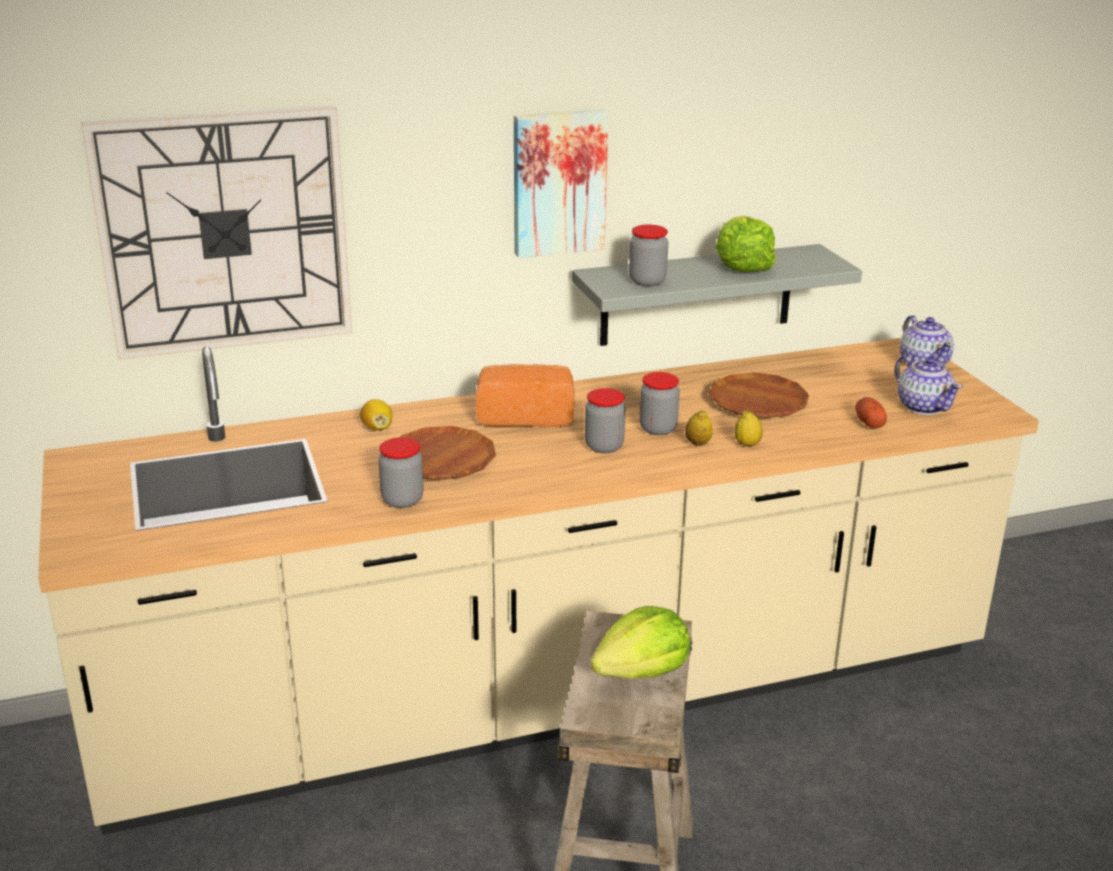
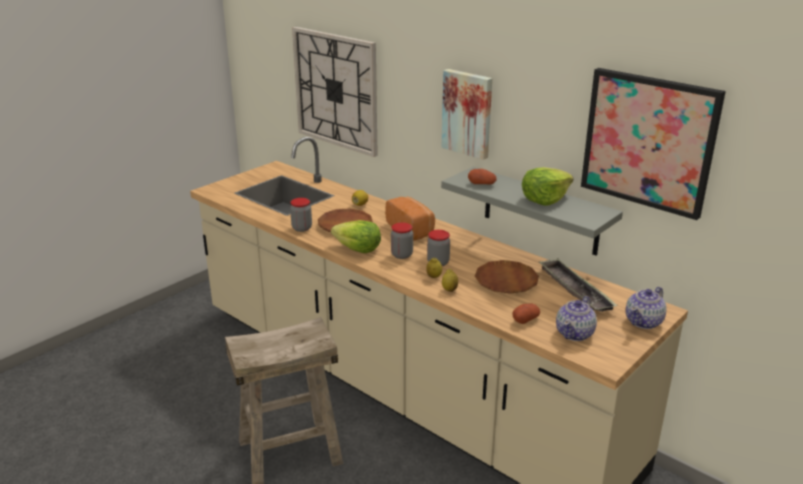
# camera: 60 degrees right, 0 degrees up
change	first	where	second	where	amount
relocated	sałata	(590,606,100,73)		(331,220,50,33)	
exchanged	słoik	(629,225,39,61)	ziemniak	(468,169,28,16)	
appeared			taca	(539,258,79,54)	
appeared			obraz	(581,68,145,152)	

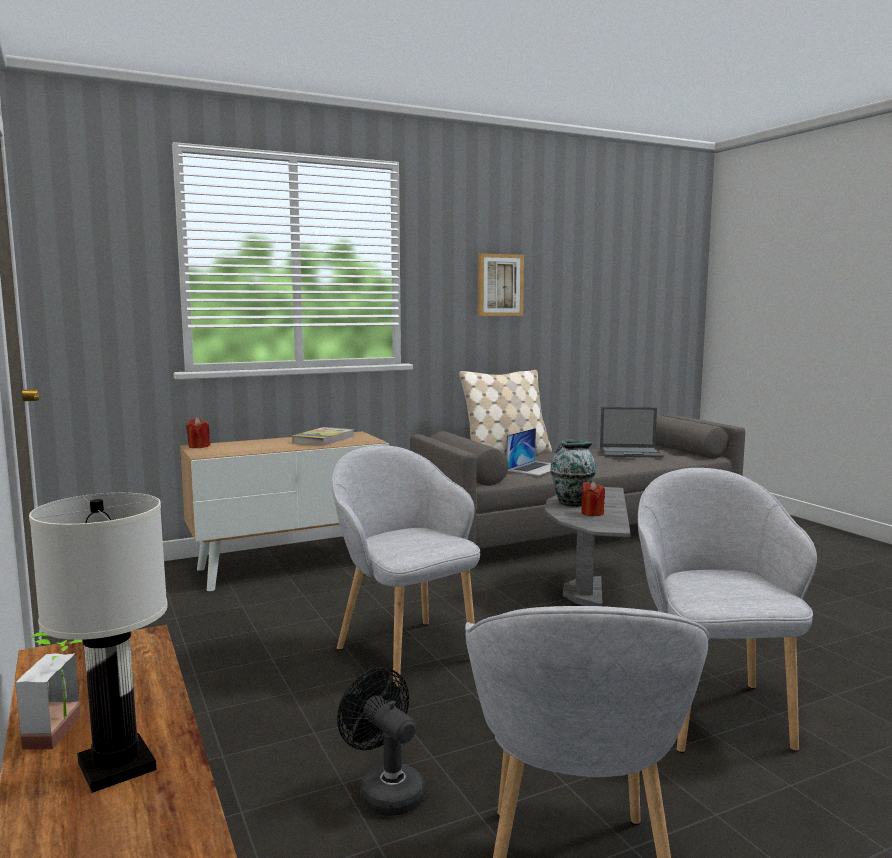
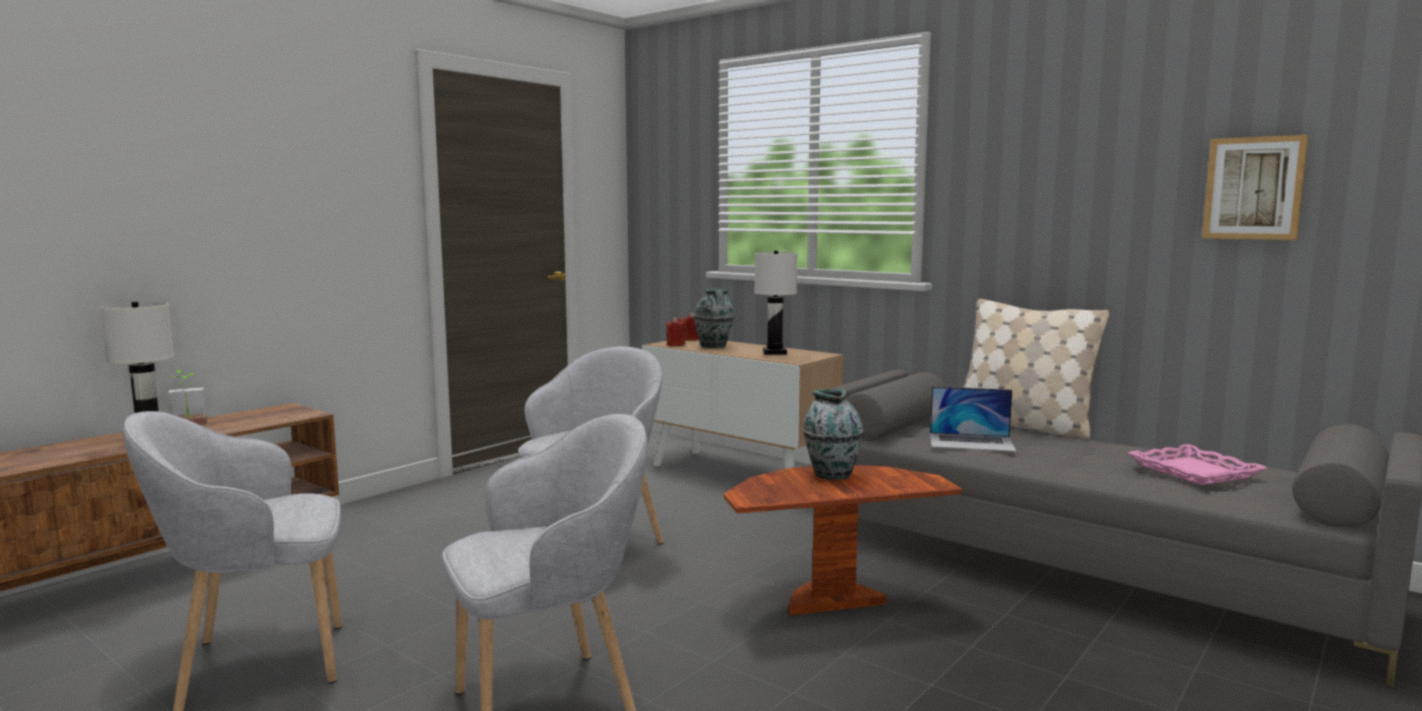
# camera: 65 degrees right, 0 degrees up
change	first	where	second	where	amount
exchanged	książka	(292,427,62,19)	lampa stołowa [biały]	(754,251,43,104)	
missing	wentylator [czarny]	(337,667,88,149)			
relocated	obraz	(478,253,46,63)		(1202,135,107,105)	
colour	stolik [szary]	(544,487,87,119)	stolik [brązowy]	(724,465,238,151)	
relocated	świeca [czerwony]	(581,481,24,35)		(666,317,20,29)	
exchanged	laptop	(600,407,64,51)	taca [różowy]	(1128,444,139,41)	
appeared			wazon	(694,288,41,60)	

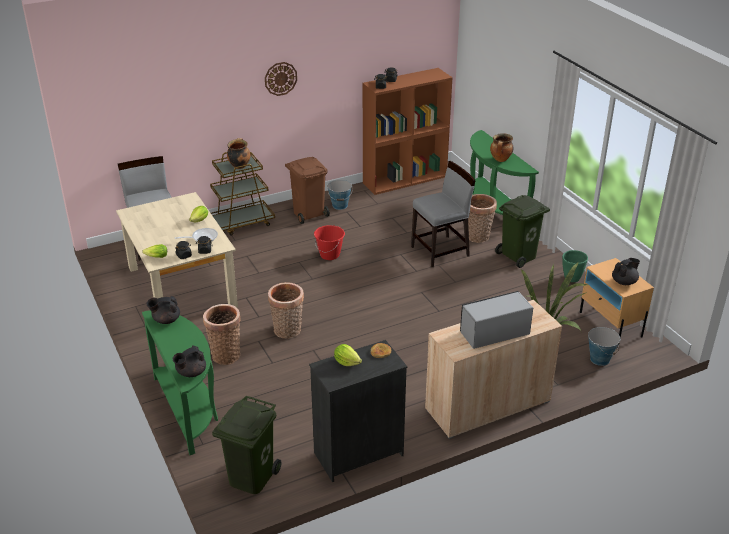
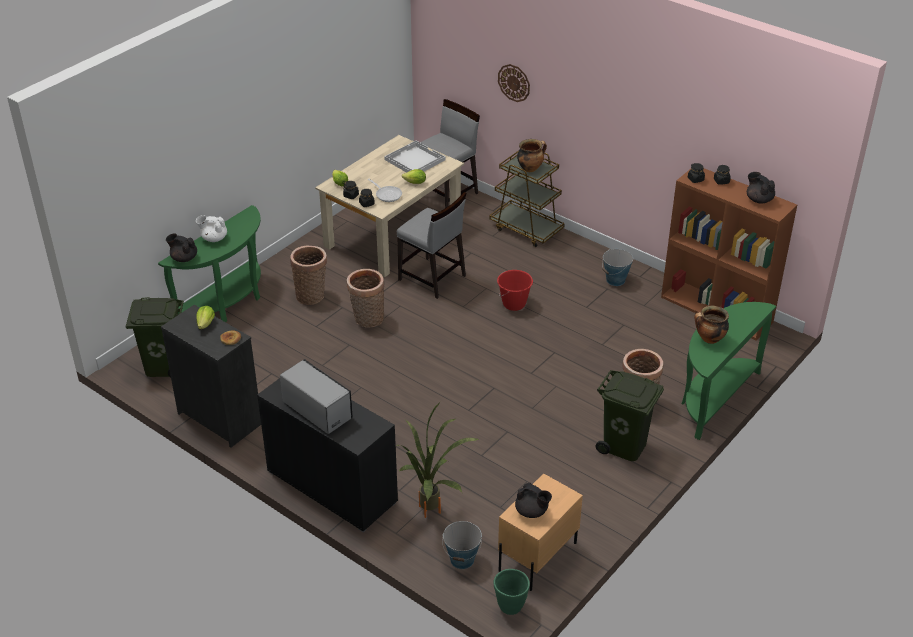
# camera: 65 degrees right, 5 degrees up
change	first	where	second	where	amount
relocated	imbryk [czarny]	(147,296,33,28)		(747,172,28,31)	
relocated	zegar ścienny	(265,62,32,34)		(498,64,32,38)	
missing	kosz na śmieci [brązowy]	(285,157,45,67)			
relocated	krzesło [szary]	(411,161,65,106)		(397,192,69,107)	
colour	szafka [beżowy]	(425,300,137,139)	szafka [czarny]	(257,378,141,154)	
relocated	donica [zielony]	(562,250,26,32)		(493,569,37,46)	
appeared			imbryk [biały]	(196,215,31,27)	
appeared			taca [biały]	(384,141,61,32)	

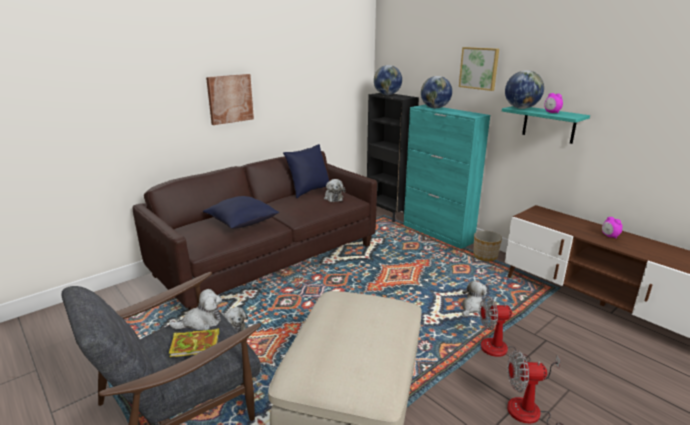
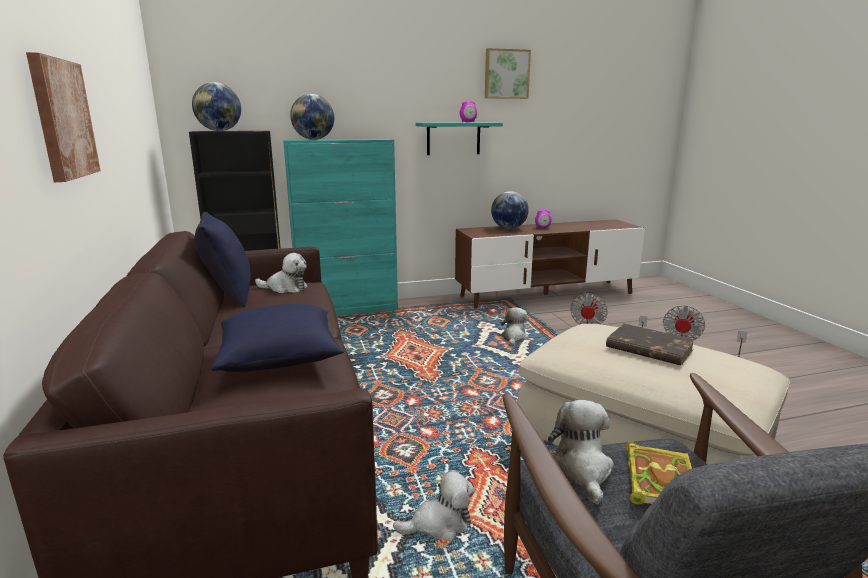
# camera: 65 degrees left, 5 degrees down
change	first	where	second	where	amount
relocated	obraz	(459,47,40,44)		(485,48,46,51)	
spun	pluszak	(462,281,25,36)		(501,307,28,39)	45 degrees clockwise
missing	donica	(473,231,29,30)			
relocated	globus	(505,70,39,39)		(491,191,38,38)	
appeared			książka [brązowy]	(606,323,89,43)	

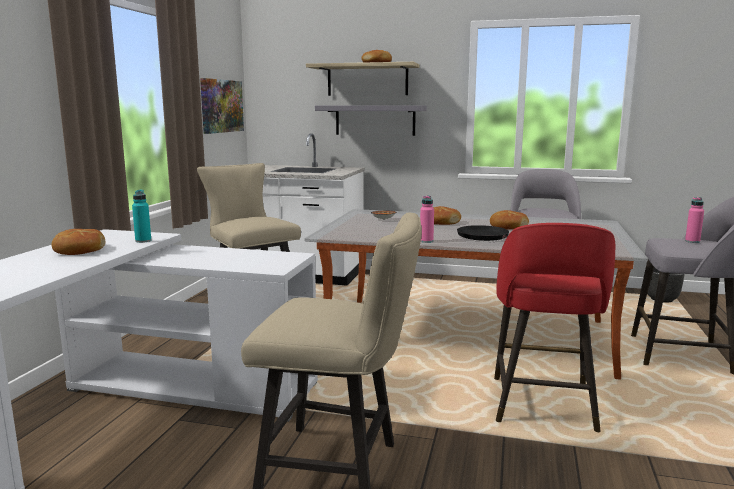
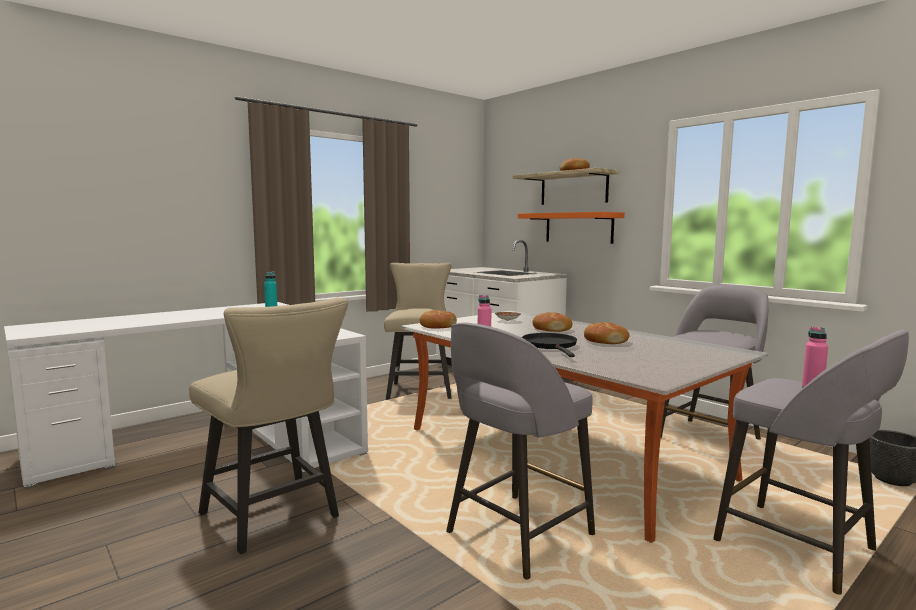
# camera: 35 degrees right, 5 degrees down
change	first	where	second	where	amount
relocated	chleb	(52,229,53,26)		(420,310,37,19)	
missing	obraz	(200,78,44,56)			
colour	półka [szary]	(315,105,112,31)	półka [pomarańczowy]	(518,212,107,32)	
colour	stołek [czerwony]	(494,223,121,209)	stołek [szary]	(446,322,149,258)	

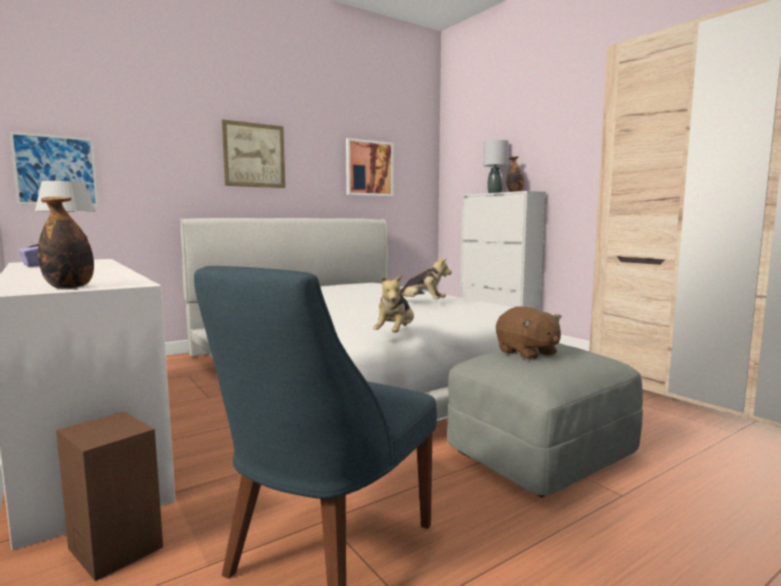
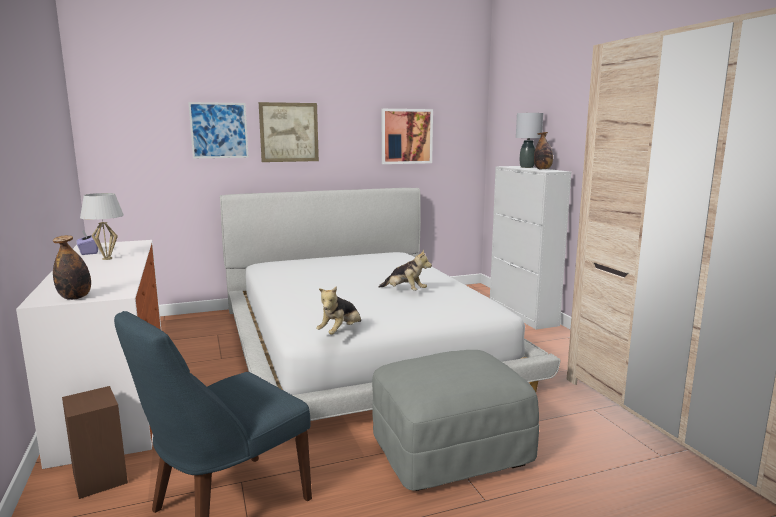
# camera: 15 degrees right, 5 degrees up
change	first	where	second	where	amount
relocated	obraz	(10,132,88,74)		(188,102,61,56)	
missing	pluszak [brązowy]	(496,306,66,54)			

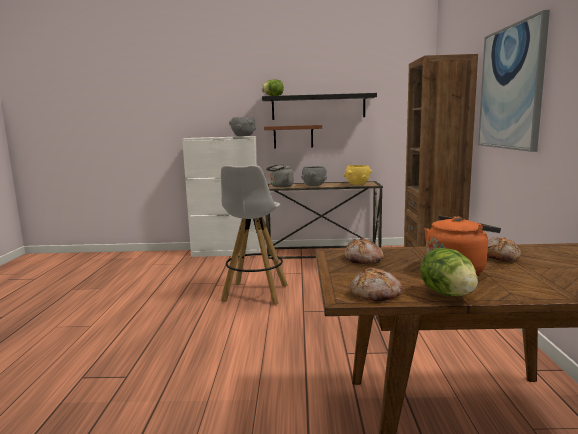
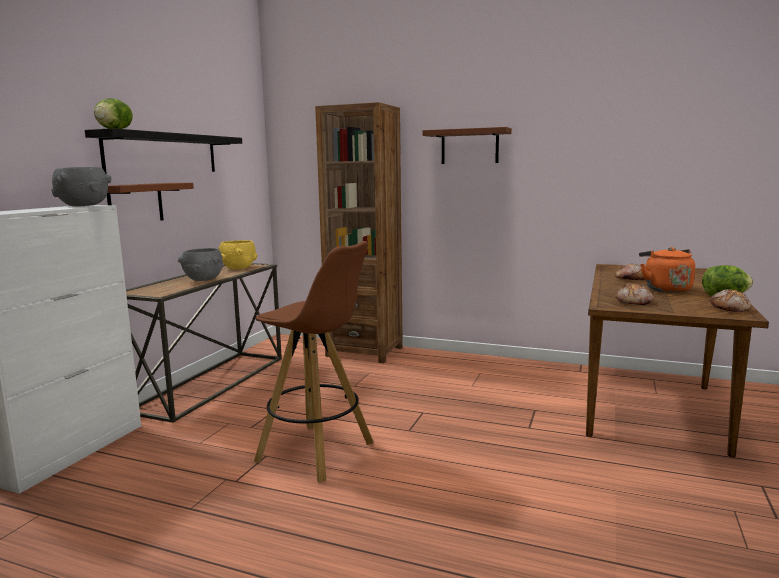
# camera: 70 degrees left, 0 degrees up
change	first	where	second	where	amount
colour	stołek [biały]	(221,165,67,139)	stołek [brązowy]	(254,241,119,242)	
missing	czajnik [szary]	(266,164,28,23)			
exchanged	obraz	(478,10,72,142)	półka [brązowy]	(422,127,90,37)	

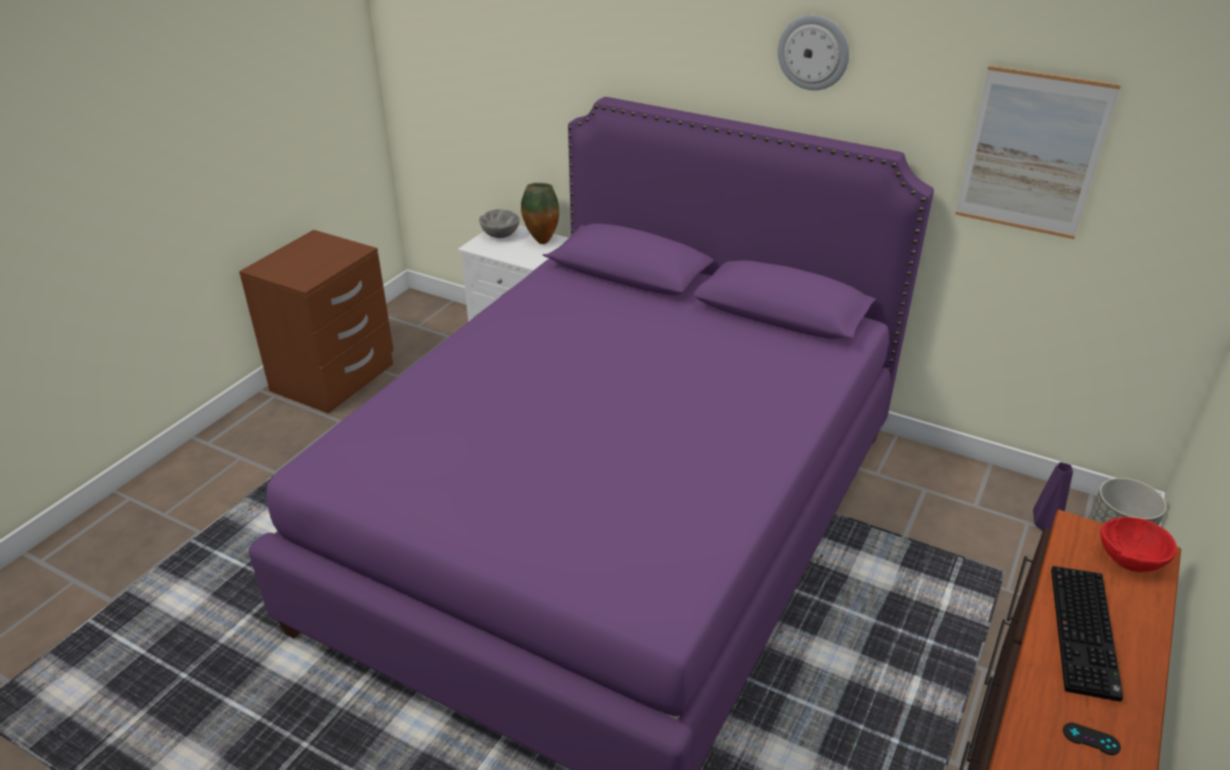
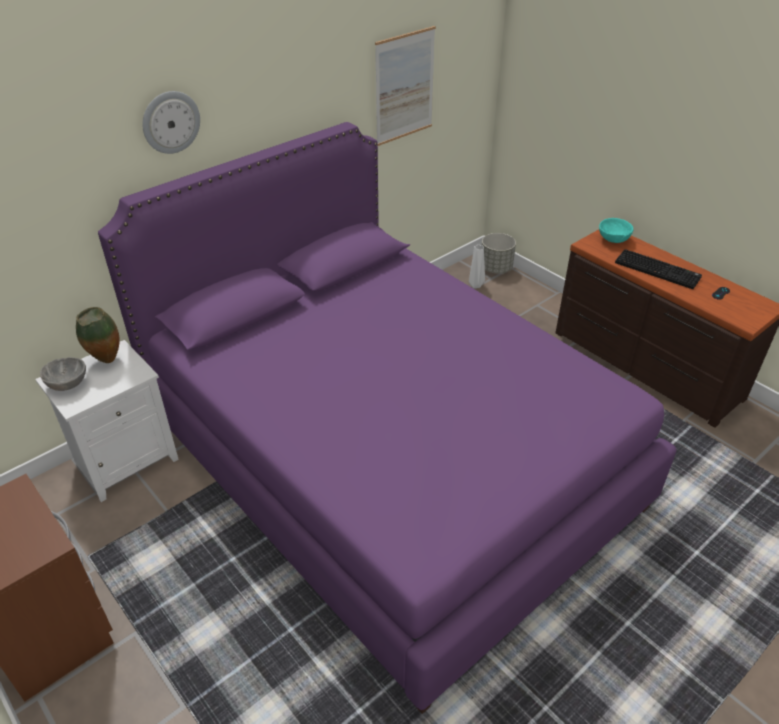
# camera: 70 degrees left, 5 degrees up
change	first	where	second	where	amount
relocated	zegar ścienny	(778,15,71,75)		(142,91,58,63)	
colour	wazon [fioletowy]	(1033,462,40,69)	wazon [biały]	(469,245,16,43)	
colour	miska [czerwony]	(1101,517,76,55)	miska [turkusowy]	(599,218,34,25)	

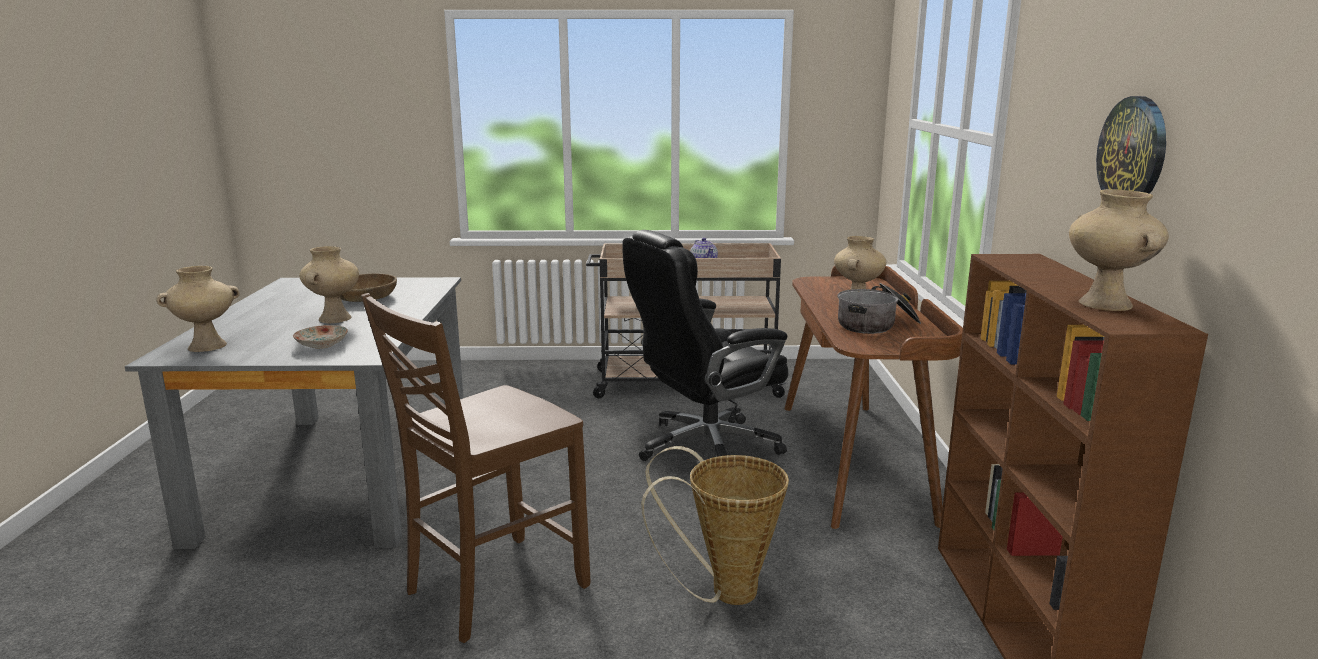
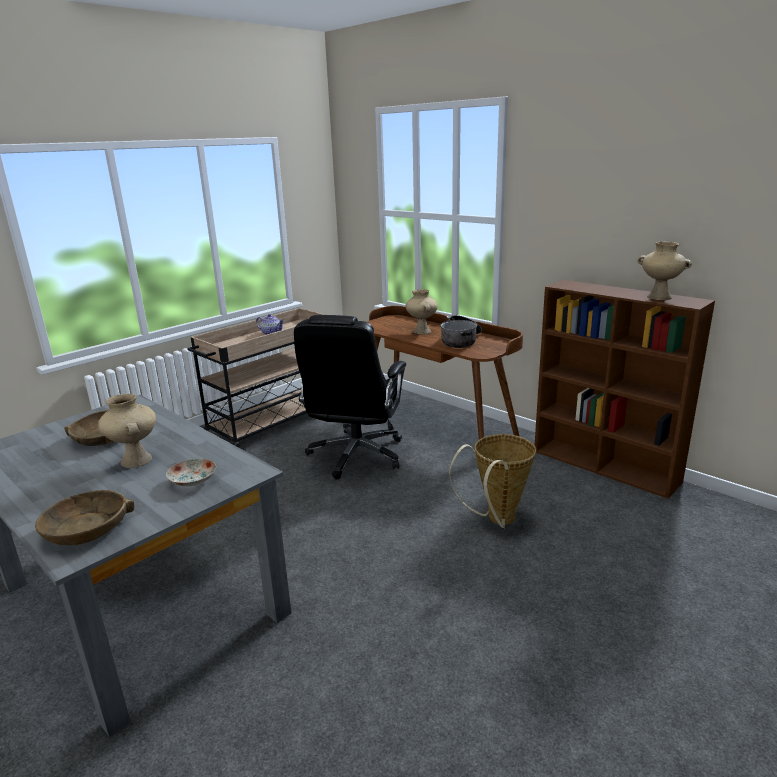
# camera: 45 degrees left, 5 degrees up
change	first	where	second	where	amount
exchanged	wazon [beżowy]	(156,266,84,86)	miska [brązowy]	(35,490,99,55)	
missing	krzesło [brązowy]	(361,293,229,350)			
missing	zegar ścienny	(1096,96,70,98)			

